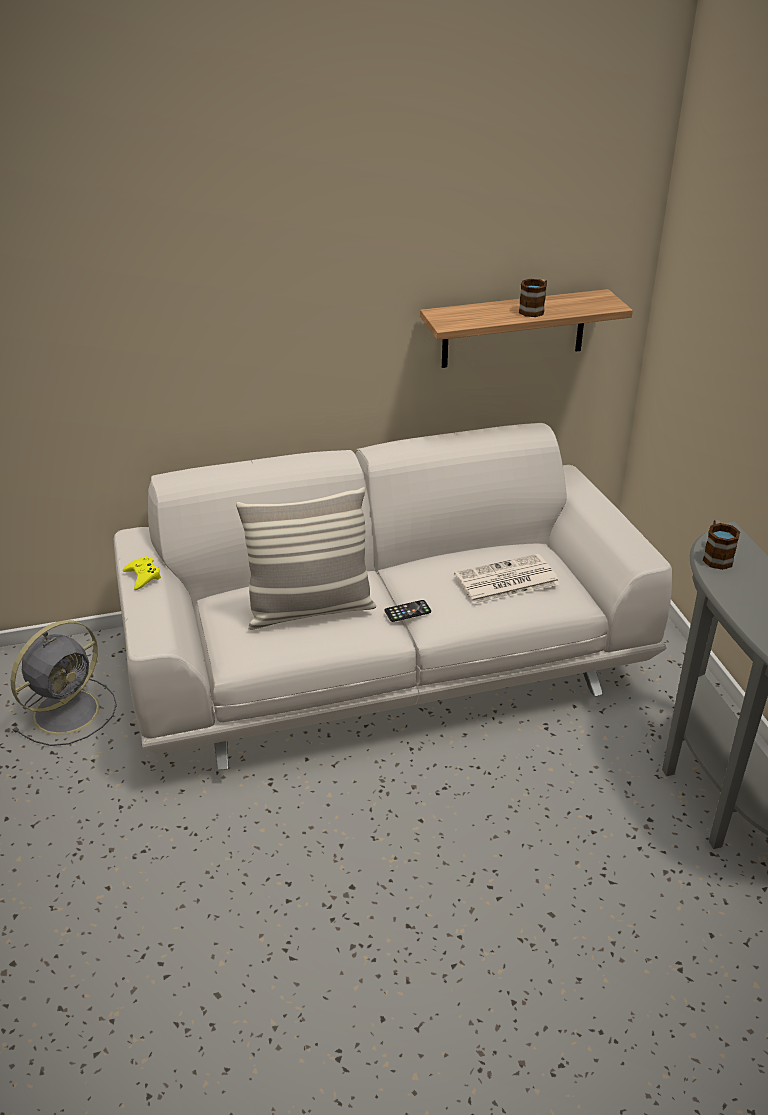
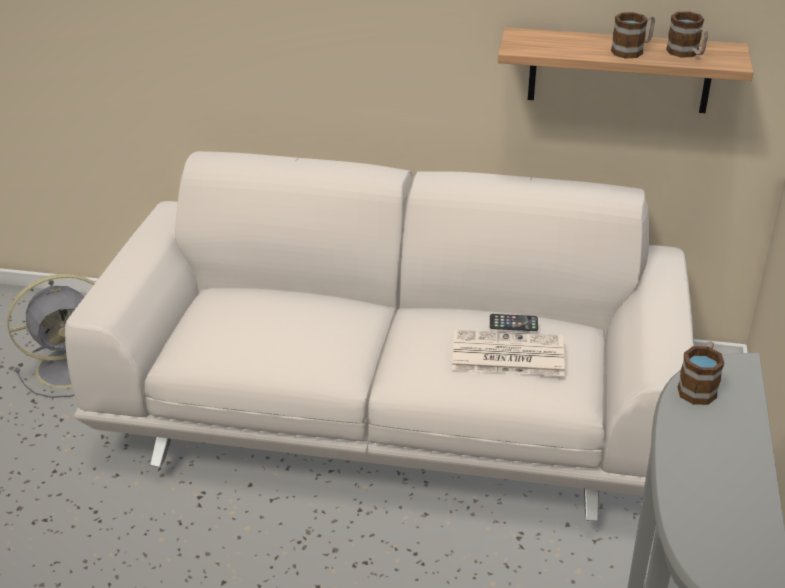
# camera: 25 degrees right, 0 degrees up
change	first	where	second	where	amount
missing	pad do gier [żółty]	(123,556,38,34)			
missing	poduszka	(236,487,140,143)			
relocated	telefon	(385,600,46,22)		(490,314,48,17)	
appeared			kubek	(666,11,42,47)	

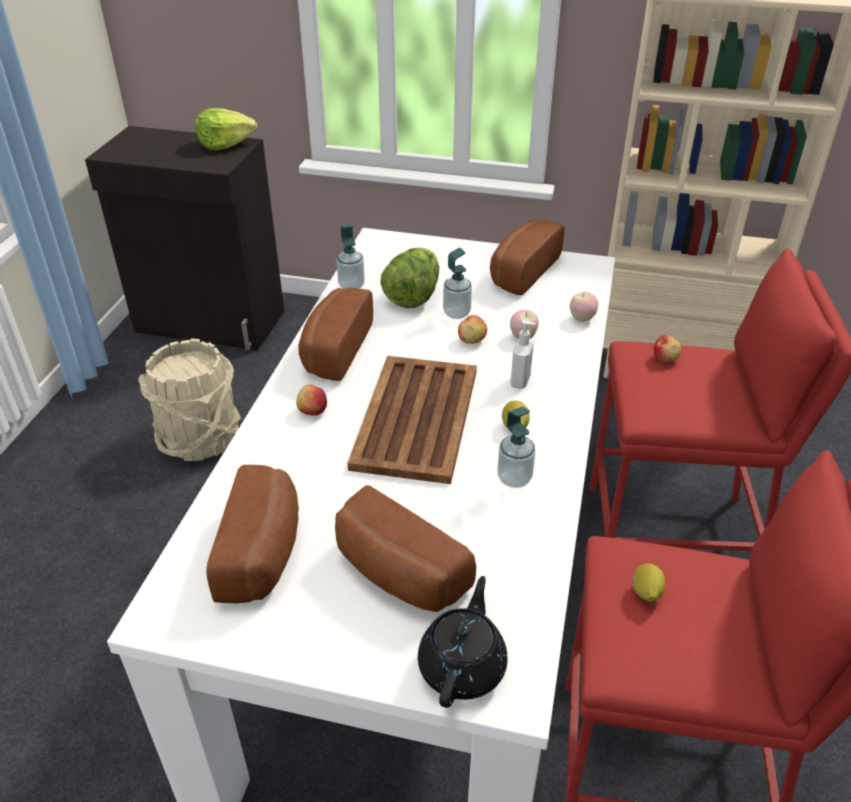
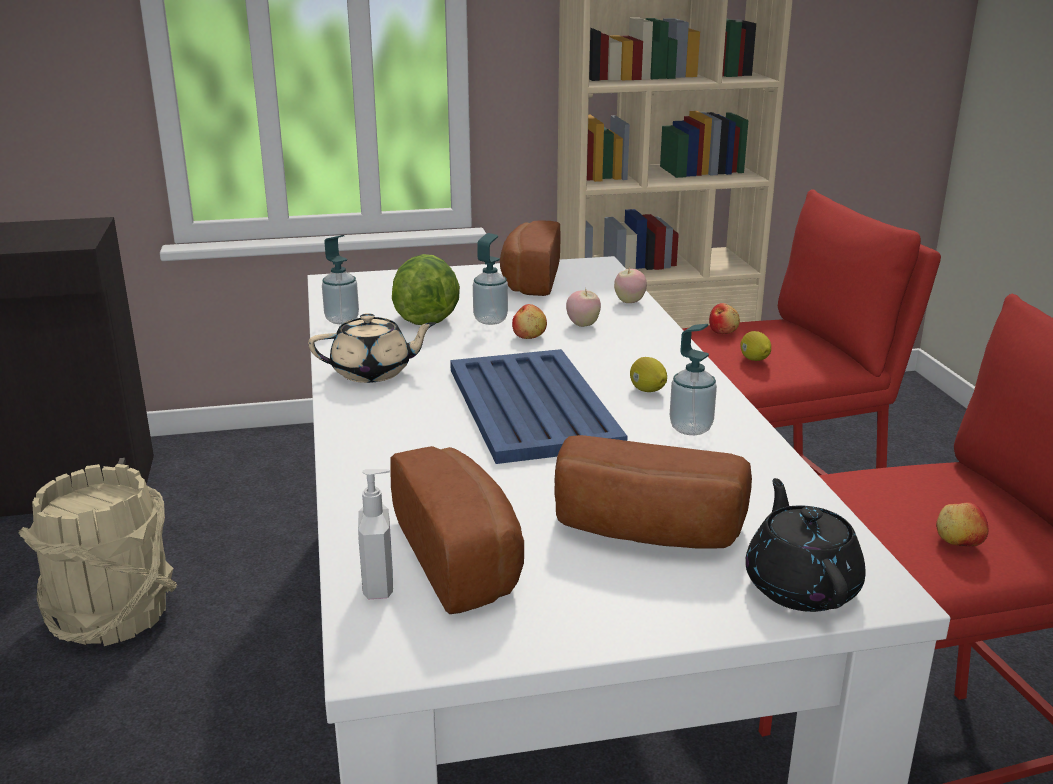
# camera: 25 degrees left, 15 degrees down
change	first	where	second	where	amount
missing	sałata	(195,108,62,42)			
relocated	jabłko	(296,384,31,32)		(936,502,52,44)	
exchanged	chleb	(298,287,75,94)	imbryk [beżowy]	(308,313,128,70)	
colour	taca [brązowy]	(348,356,129,128)	taca [niebieski]	(450,349,177,115)	
relocated	dozownik mydła	(511,320,25,69)		(358,469,35,131)	
relocated	cytryna	(632,563,33,39)		(740,331,31,30)	

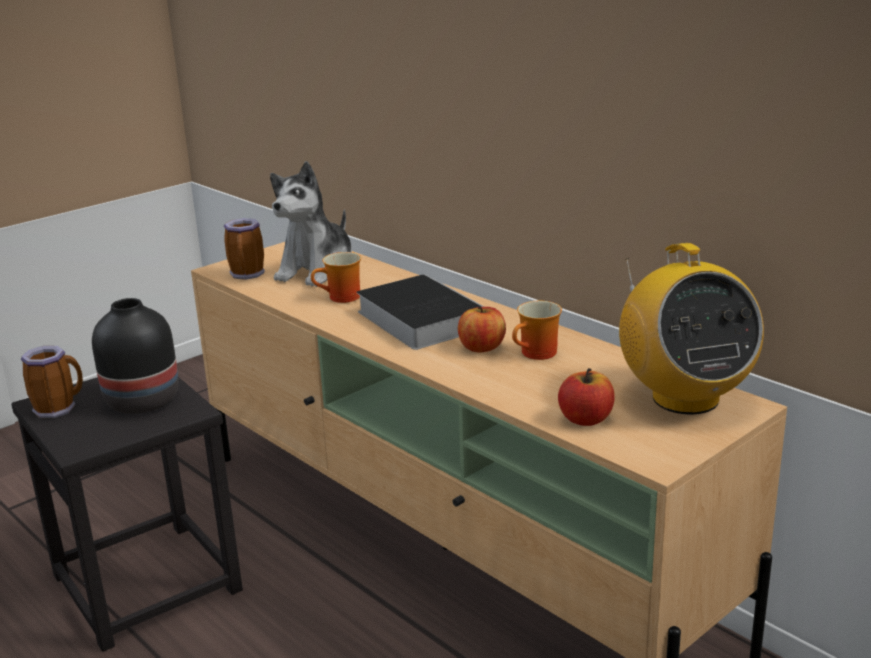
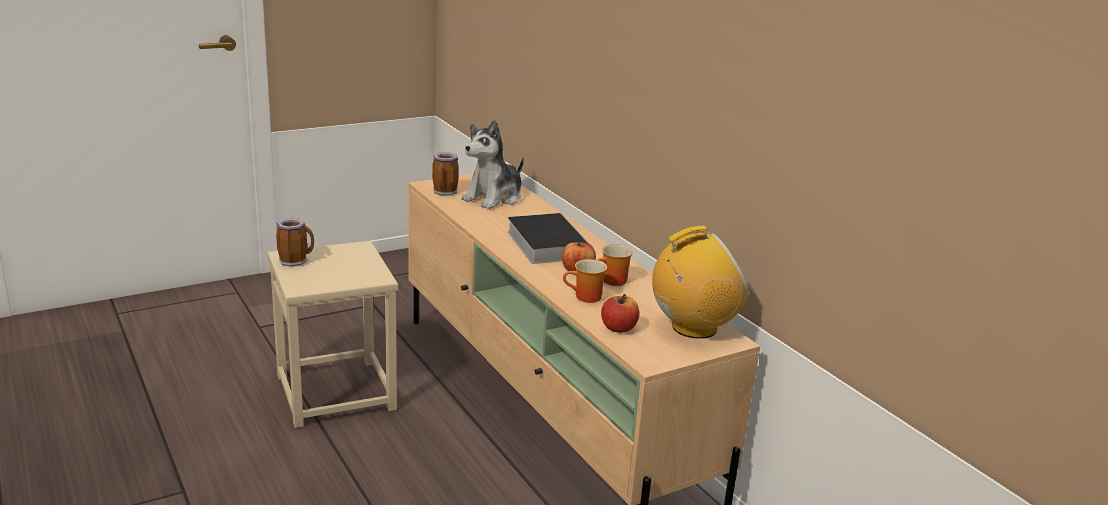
# camera: 10 degrees right, 0 degrees up
change	first	where	second	where	amount
colour	stołek [czarny]	(11,377,232,275)	stołek [beżowy]	(267,241,131,187)	
missing	wazon [czarny]	(92,298,86,116)			
relocated	kubek	(311,252,50,51)		(563,259,44,44)	
spun	radio	(619,243,145,171)		(652,226,97,113)	105 degrees counterclockwise

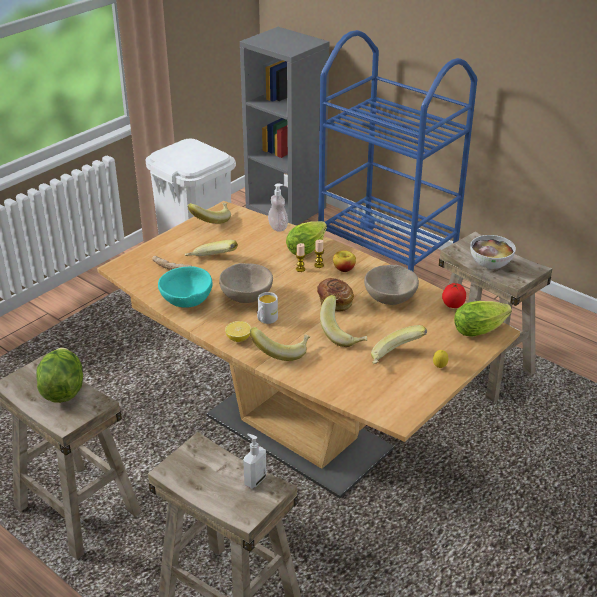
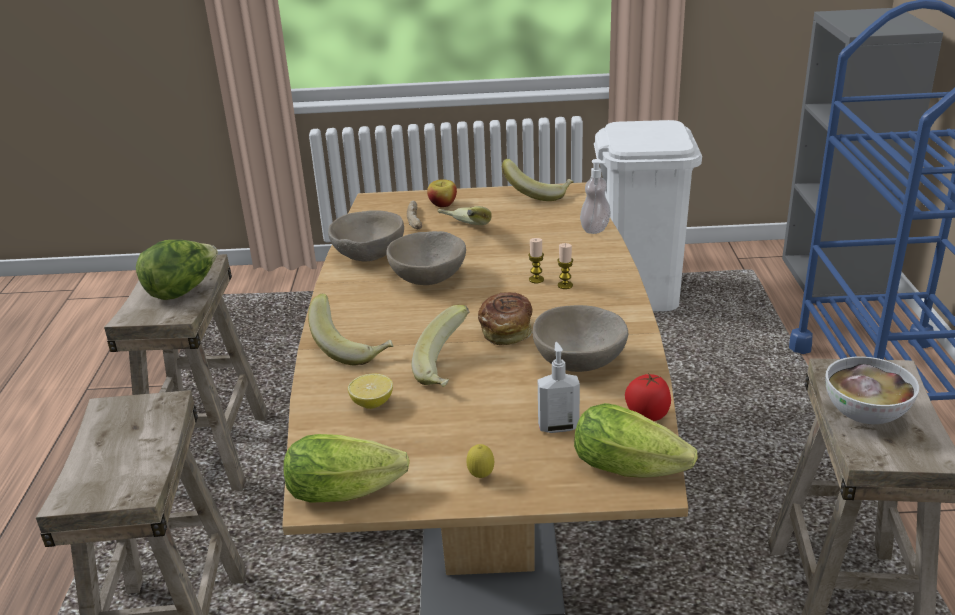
# camera: 50 degrees right, 5 degrees down
change	first	where	second	where	amount
colour	miska [turkusowy]	(158,266,55,42)	miska [beżowy]	(328,210,76,51)	
relocated	cytryna	(225,321,26,21)		(348,374,45,35)	
relocated	dozownik mydła	(243,434,24,55)		(538,342,42,91)	
missing	kubek [biały]	(257,292,21,32)			
relocated	sałata	(286,221,41,34)		(283,434,127,68)	
relocated	jabłko	(333,250,23,22)		(427,179,30,28)	
missing	banan	(371,325,56,39)			

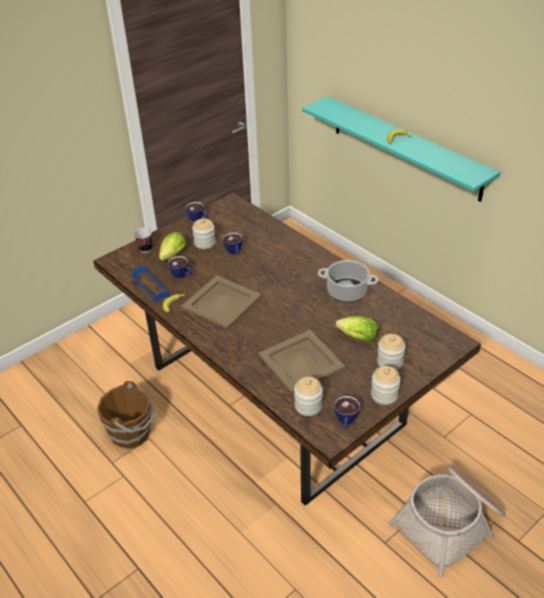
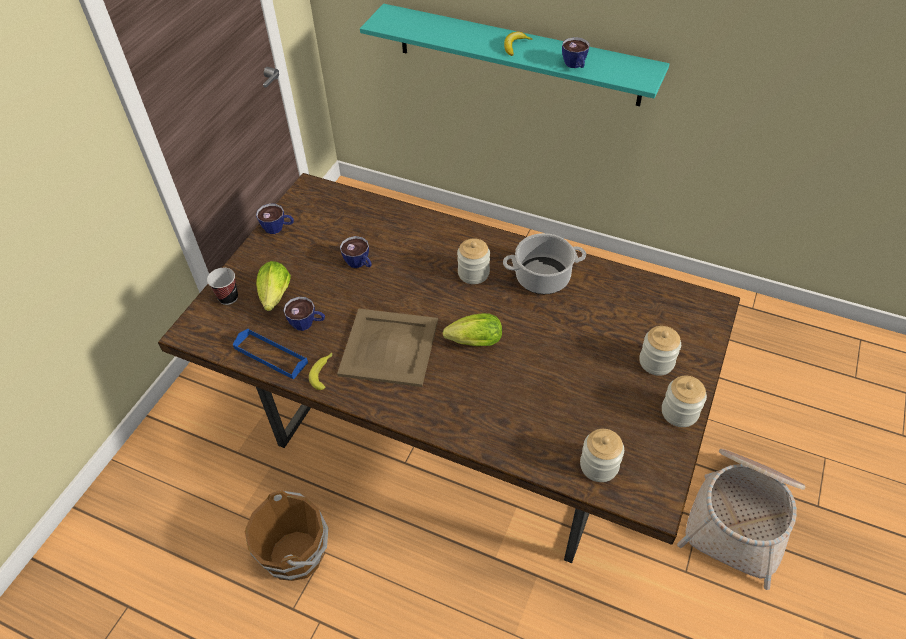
# camera: 25 degrees left, 10 degrees up
change	first	where	second	where	amount
relocated	słoik	(192,218,24,31)		(457,238,33,46)	
missing	taca [beżowy]	(258,330,88,64)			
relocated	filiżanka	(334,396,26,33)		(562,37,28,31)	
relocated	sałata	(336,316,42,26)		(443,313,59,33)	

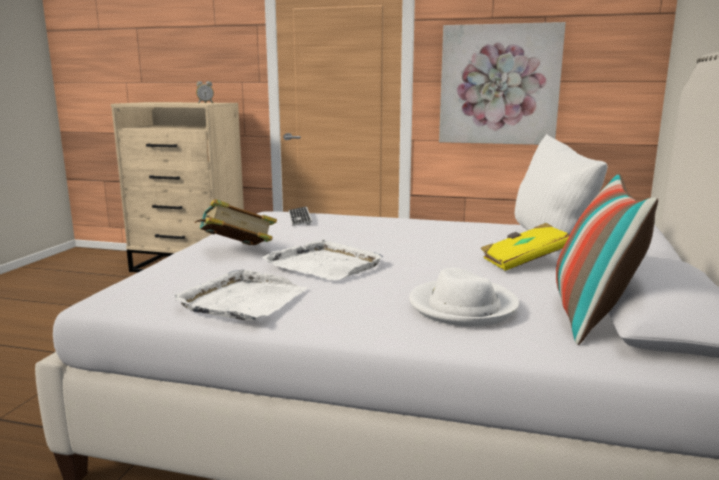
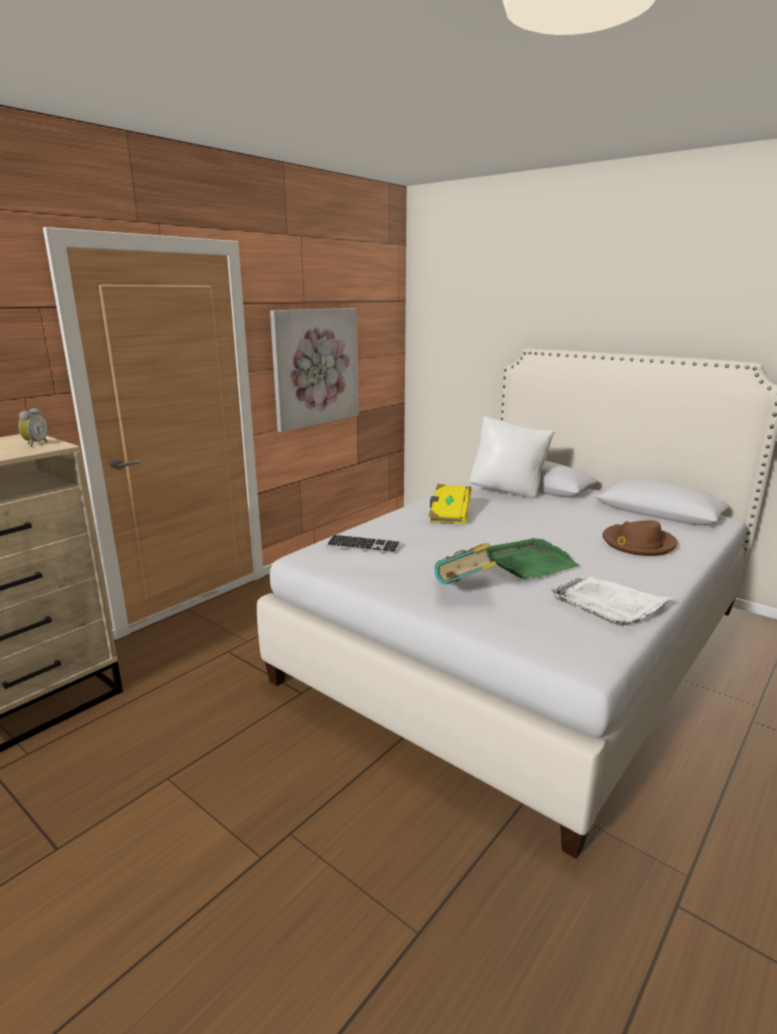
# camera: 65 degrees left, 5 degrees up
change	first	where	second	where	amount
colour	taca [biały]	(262,239,121,41)	taca [zielony]	(485,538,95,41)	
colour	kapelusz [biały]	(409,268,110,59)	kapelusz [brązowy]	(602,520,75,36)	
relocated	książka [żółty]	(481,223,89,48)		(429,484,43,40)	
missing	poduszka	(556,173,102,172)			

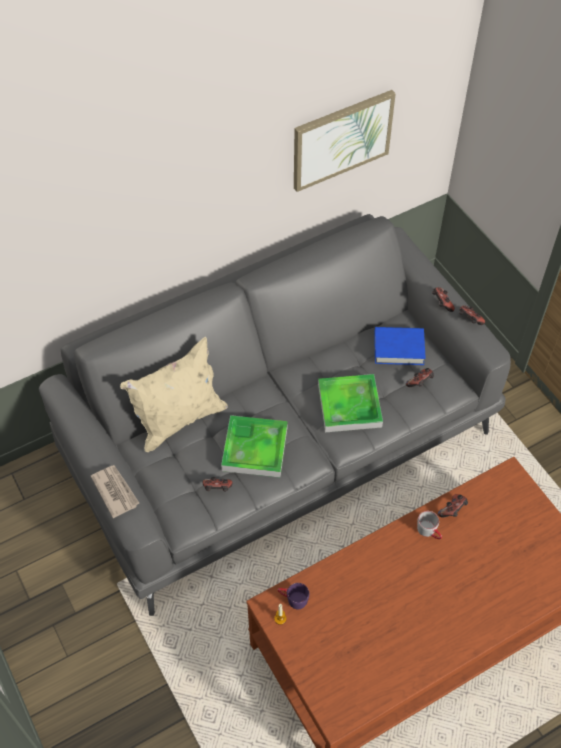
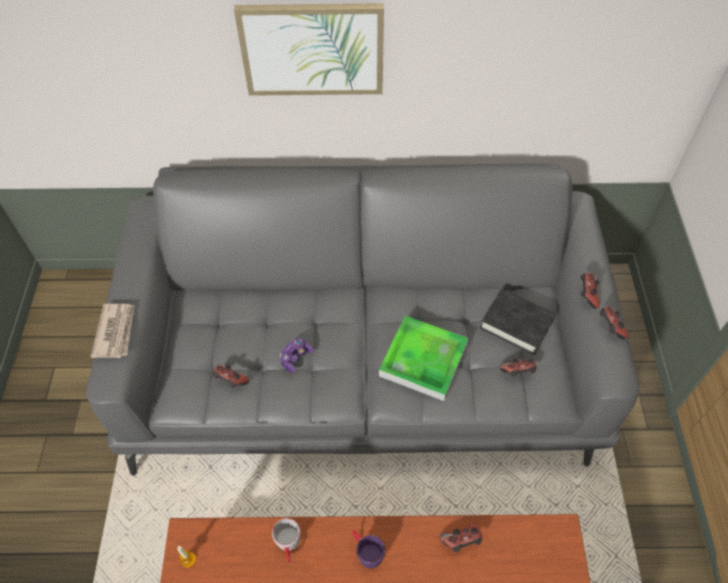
# camera: 30 degrees right, 0 degrees up
change	first	where	second	where	amount
missing	poduszka [beżowy]	(120,337,108,115)			
exchanged	taca	(221,415,67,62)	pad do gier	(280,338,34,35)	
relocated	kubek [fioletowy]	(278,583,31,26)		(352,531,33,37)	
relocated	obraz	(294,90,102,102)		(234,3,150,93)	
colour	książka [niebieski]	(374,327,52,38)	książka [czarny]	(480,289,76,66)	
relocated	kubek [szary]	(417,511,25,28)		(272,518,29,44)	

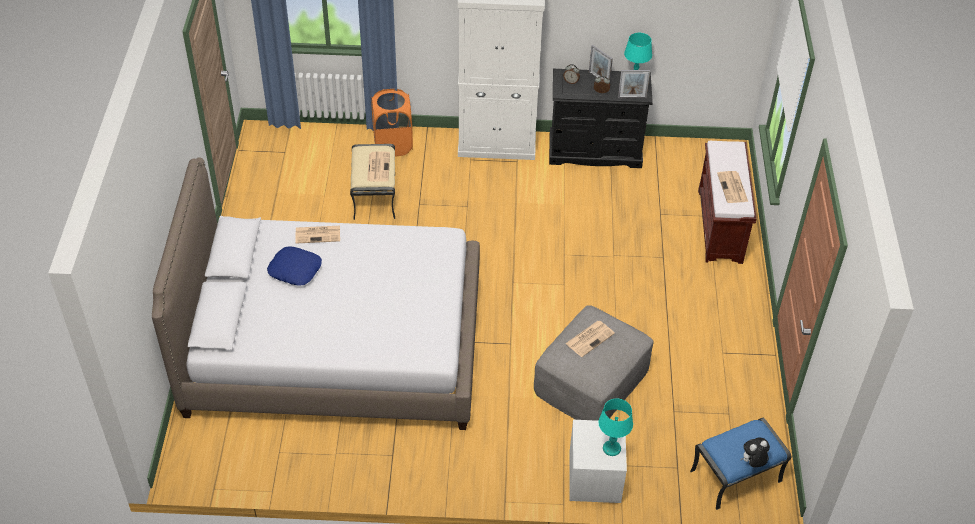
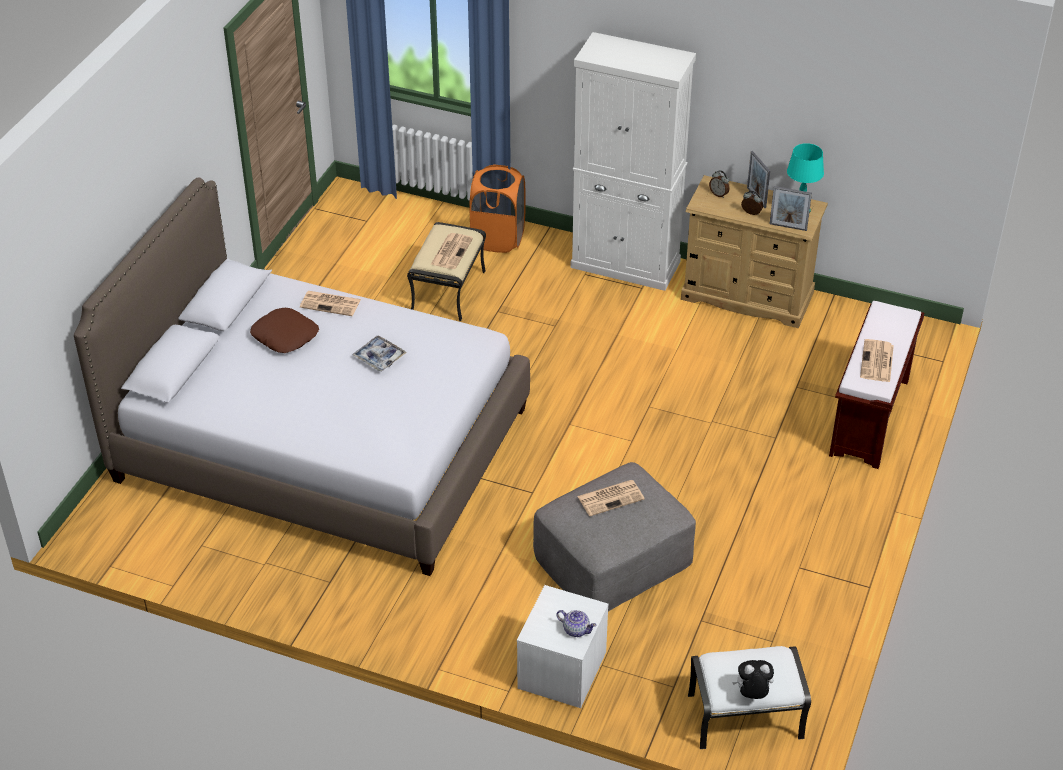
# camera: 20 degrees right, 5 degrees down
change	first	where	second	where	amount
colour	poduszka [niebieski]	(267,246,55,40)	poduszka [brązowy]	(250,308,69,45)	
colour	komoda [czarny]	(549,69,104,99)	komoda [beżowy]	(681,175,147,153)	
exchanged	lampa stołowa [turkusowy]	(598,398,35,58)	imbryk	(557,610,40,27)	
colour	pufa [niebieski]	(690,418,101,92)	pufa [biały]	(688,646,123,103)	
appeared			taca	(352,336,55,35)	

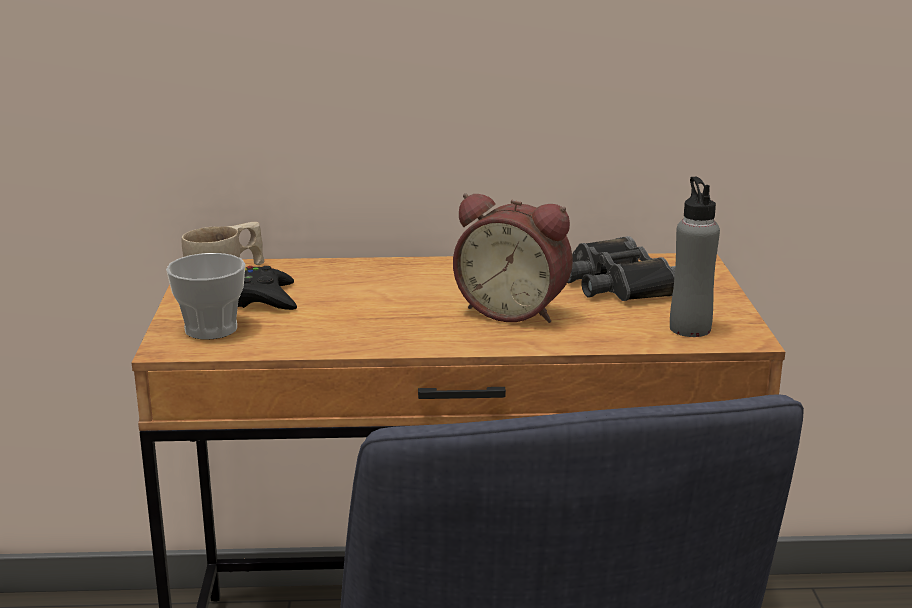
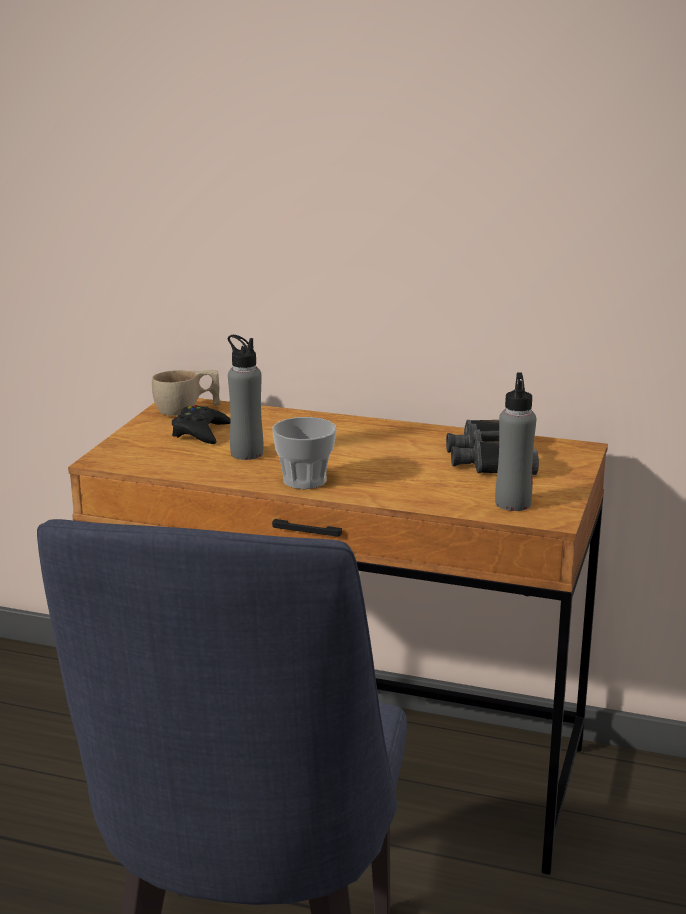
# camera: 20 degrees right, 0 degrees up
change	first	where	second	where	amount
relocated	filiżanka	(166,253,79,86)		(272,417,64,72)	
missing	budzik	(453,193,120,130)			
appeared			butelka [szary]	(228,335,35,125)	

